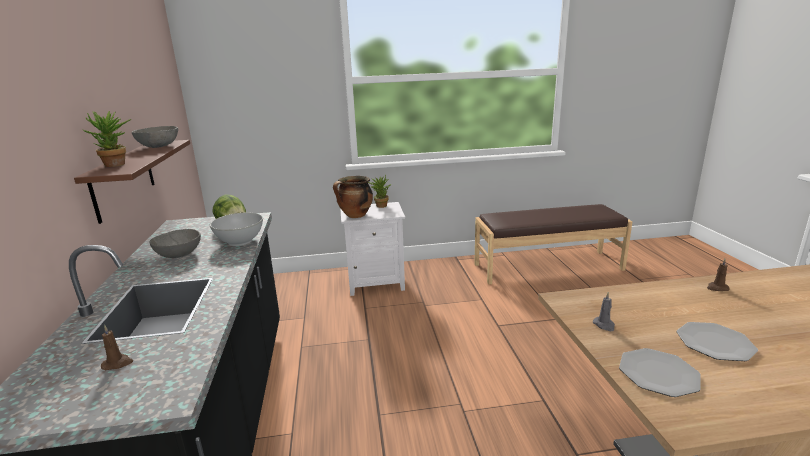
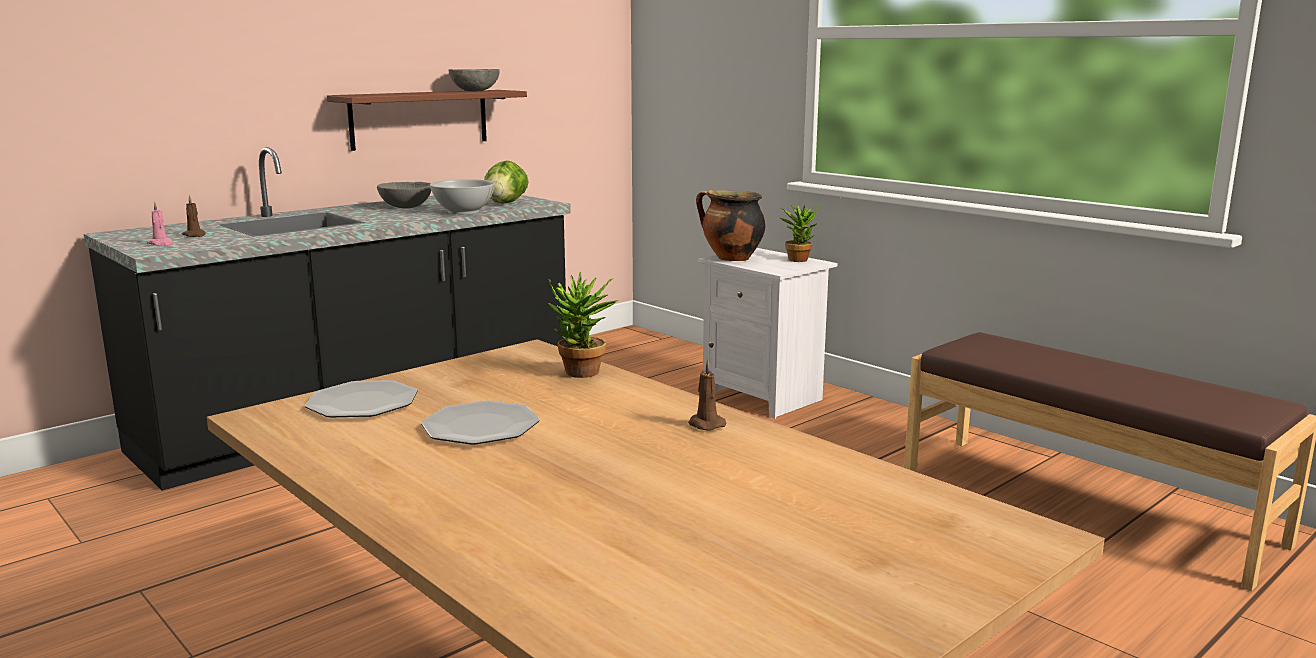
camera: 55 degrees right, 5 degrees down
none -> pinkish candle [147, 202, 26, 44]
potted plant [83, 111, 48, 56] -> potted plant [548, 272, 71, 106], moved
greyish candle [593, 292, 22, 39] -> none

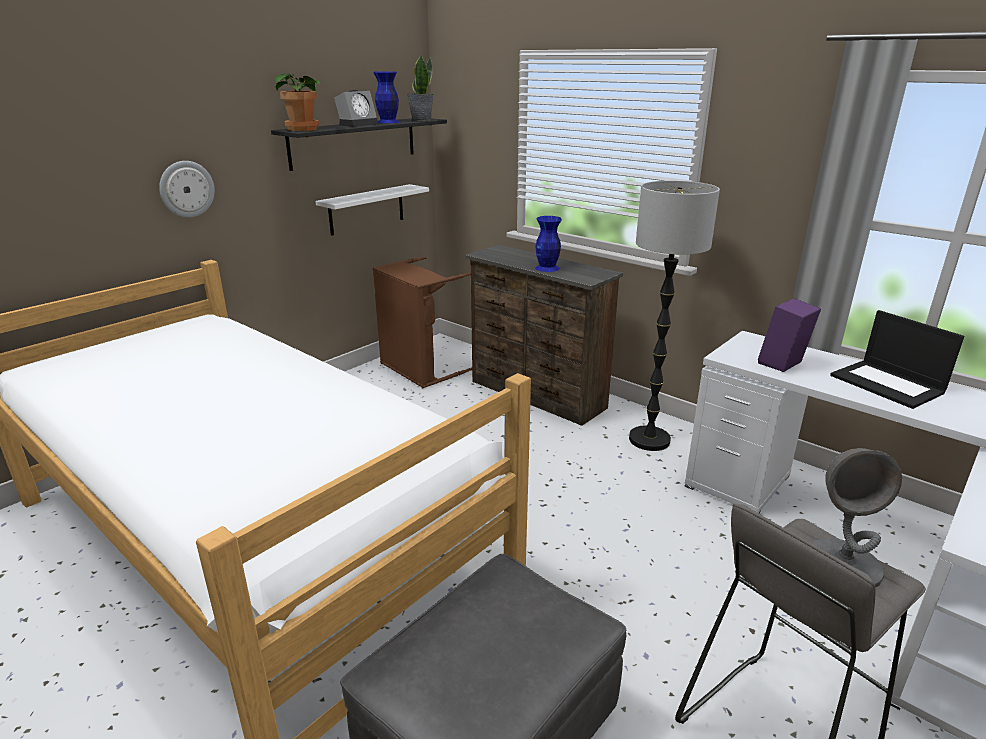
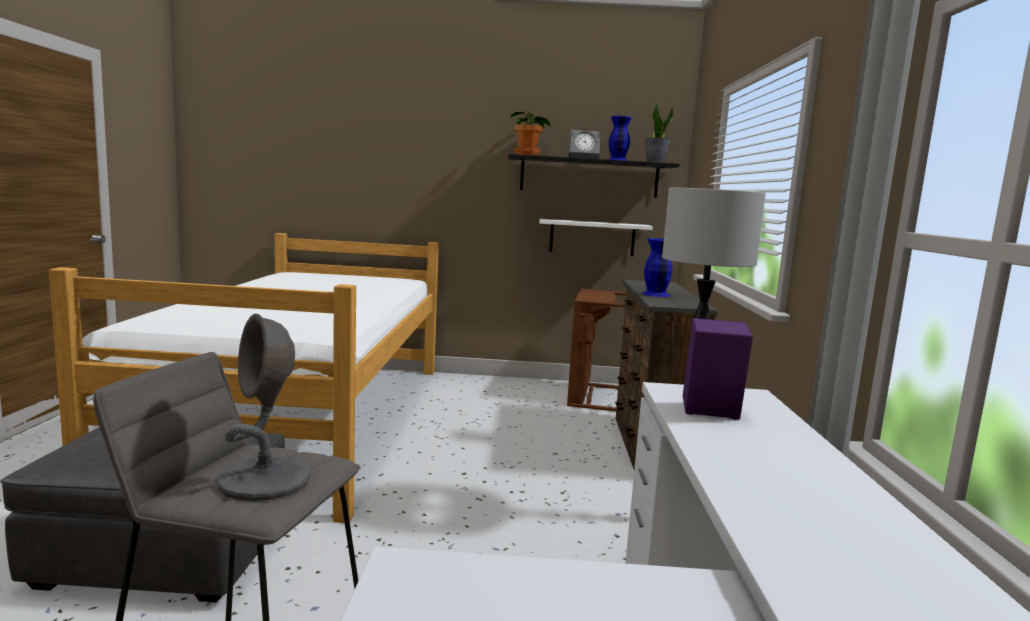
camera: 50 degrees right, 15 degrees down
clock on the wall [159, 161, 56, 57] -> none
portable computer [830, 310, 134, 99] -> none

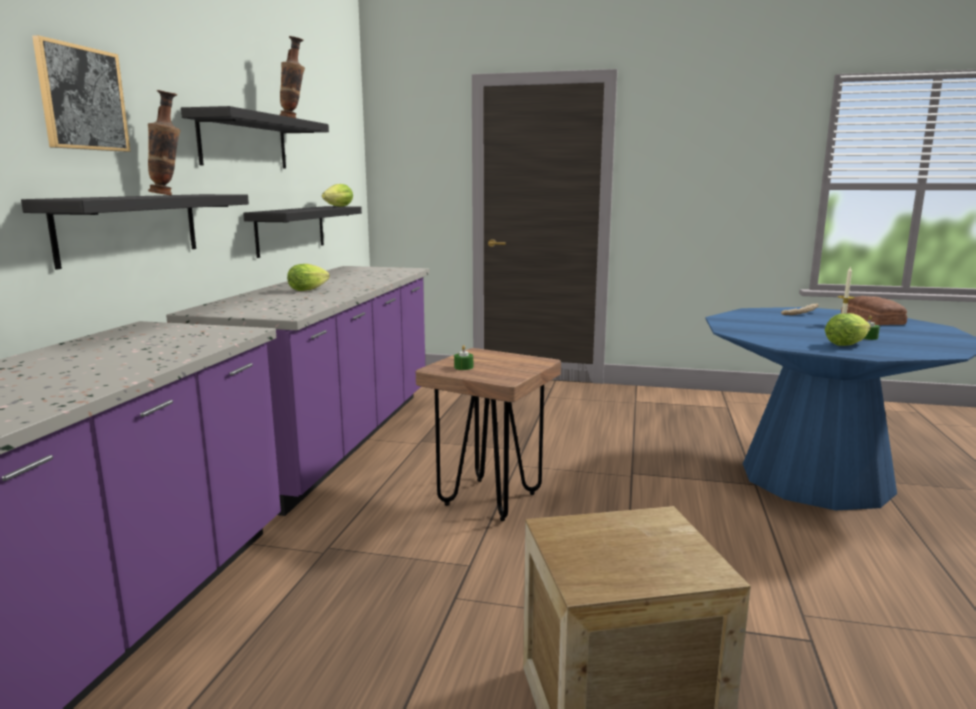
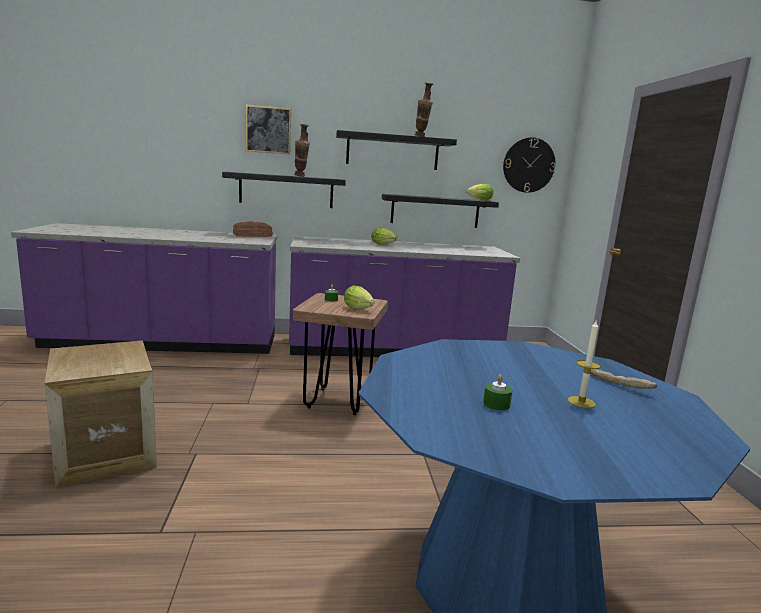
camera: 70 degrees right, 0 degrees up
baked bread [841, 296, 66, 29] -> baked bread [233, 221, 40, 16], moved
lettuce head [825, 313, 46, 33] -> lettuce head [344, 285, 31, 24], moved
none -> clock on the wall [503, 137, 53, 56]

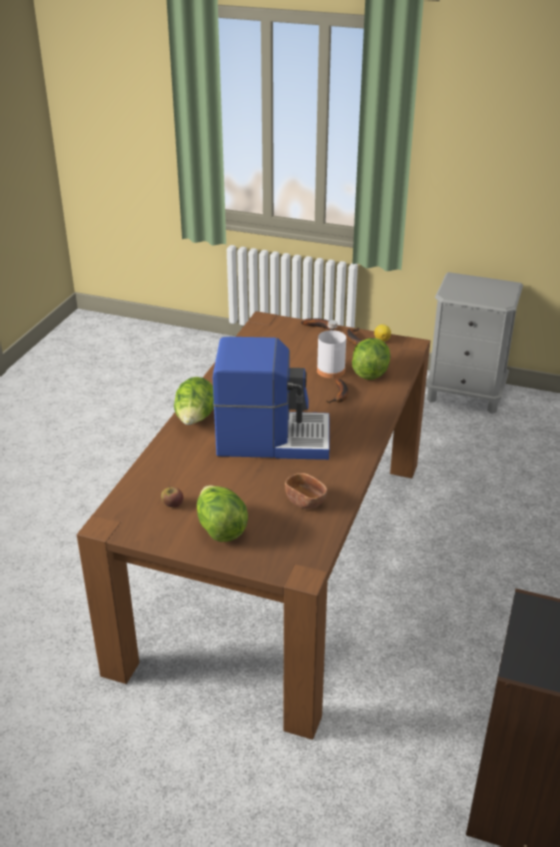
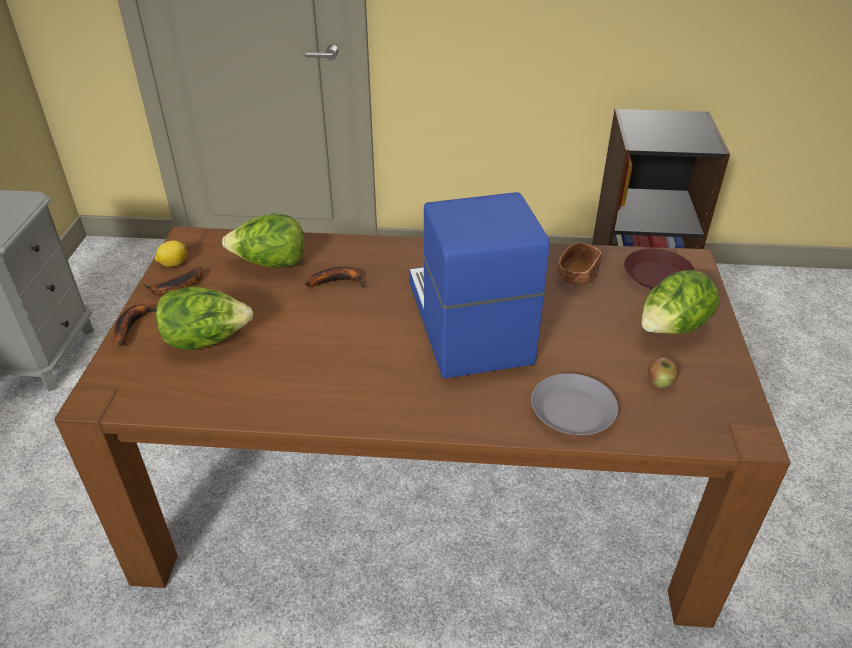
camera: 105 degrees left, 5 degrees up
lettuce head [174, 377, 40, 48] -> lettuce head [156, 286, 97, 64], moved
none -> greyish flat dish [531, 373, 87, 62]
none -> brownish flat dish [624, 249, 71, 40]
whitish beverage bottle [317, 320, 29, 58] -> none

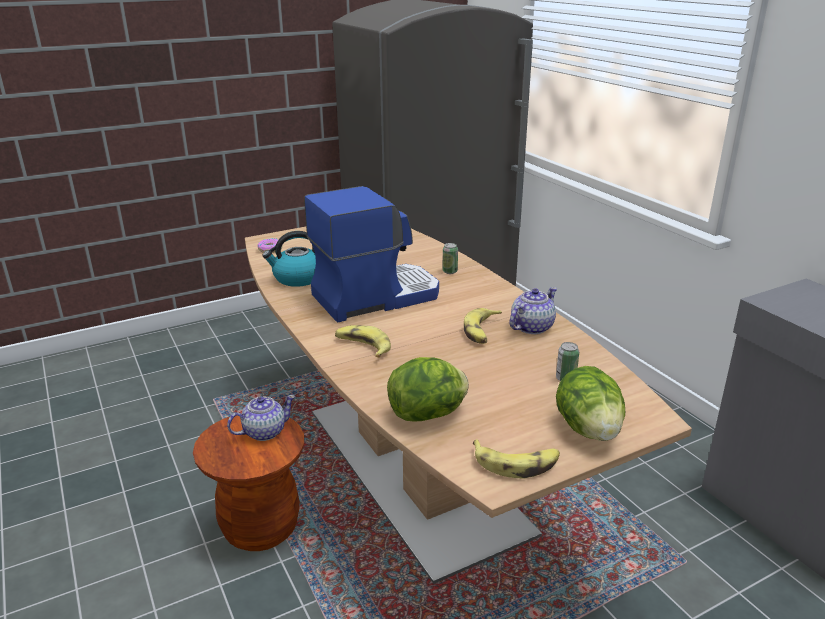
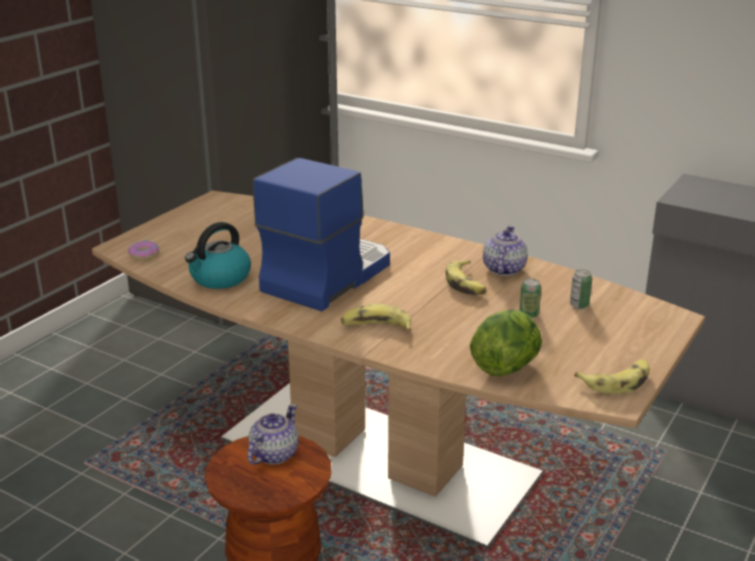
camera: 30 degrees left, 0 degrees up
can [442, 243, 16, 31] -> can [519, 278, 22, 40], moved
lettuce head [556, 366, 69, 75] -> none

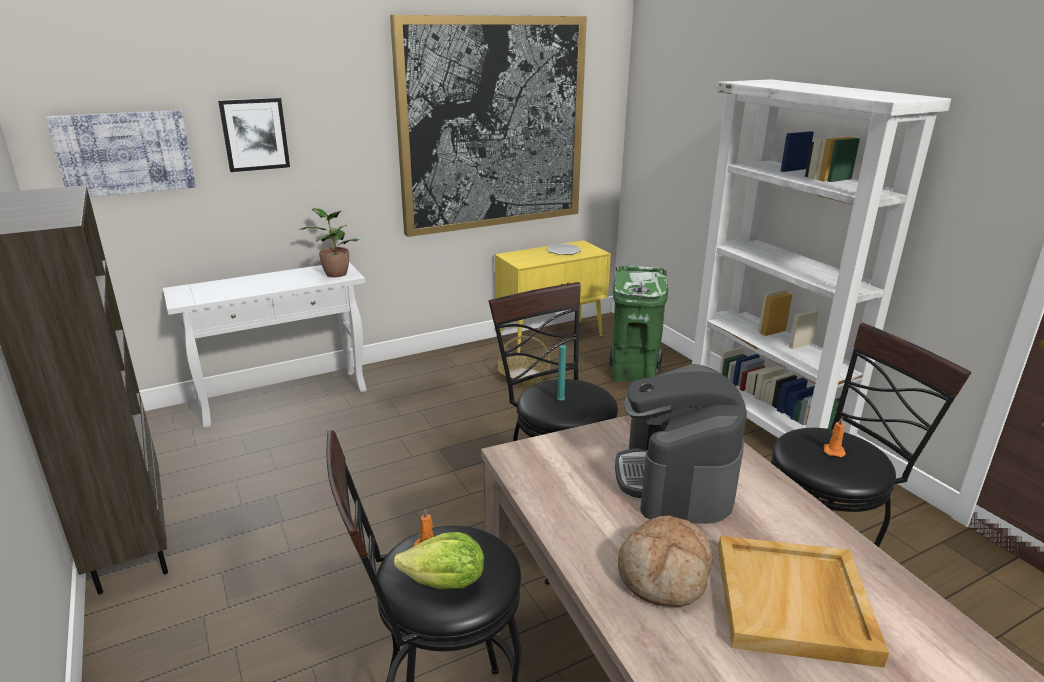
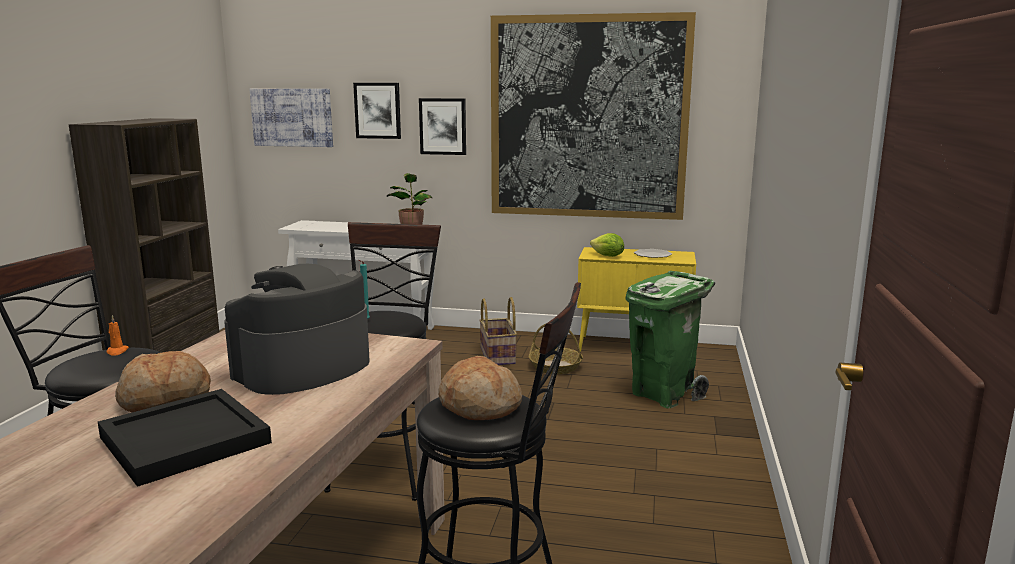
camera: 40 degrees right, 10 degrees down
beige tray [718, 536, 171, 132] -> black-coloured tray [98, 389, 174, 98]
none -> wall picture [419, 98, 47, 57]
orange candle [824, 417, 22, 40] -> baked bread [438, 356, 84, 64]
none -> storage basket [479, 297, 38, 68]
lettuce head [394, 532, 90, 58] -> lettuce head [590, 233, 34, 24], moved
whitish shelving unit [692, 79, 259, 359] -> none

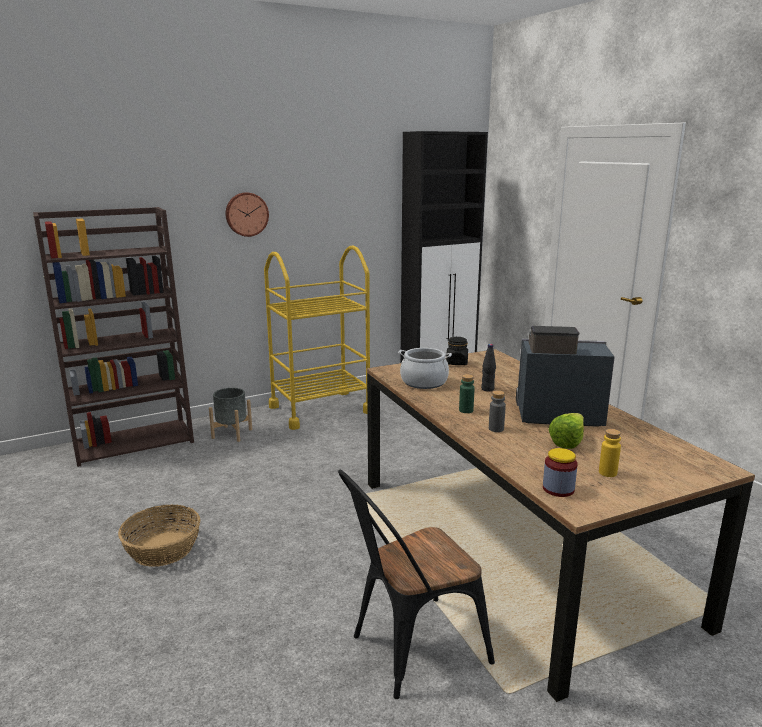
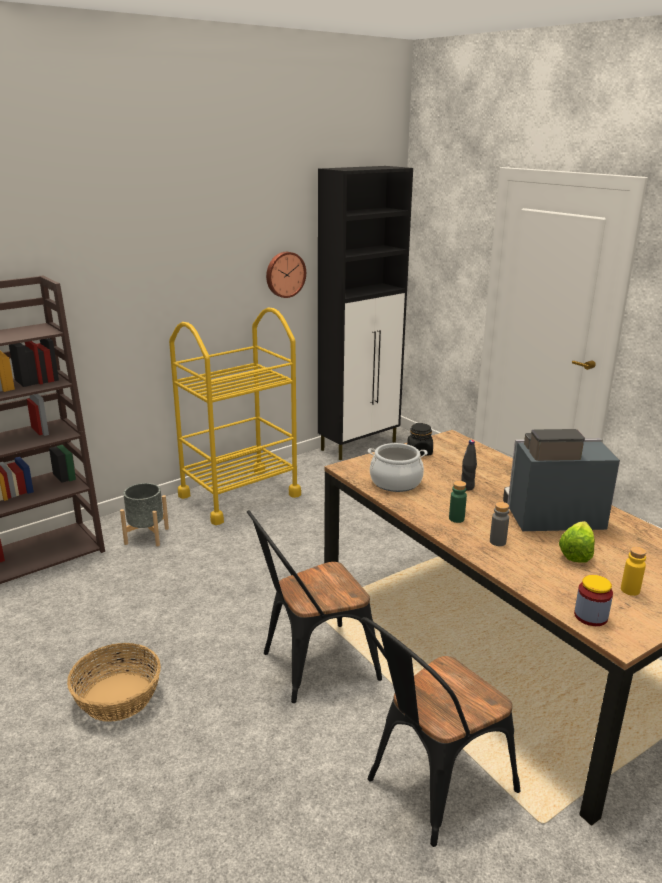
camera: 10 degrees left, 5 degrees up
none -> black-coloured chair [247, 510, 135, 193]
clock on the wall [226, 192, 43, 45] -> clock on the wall [266, 252, 40, 46], moved

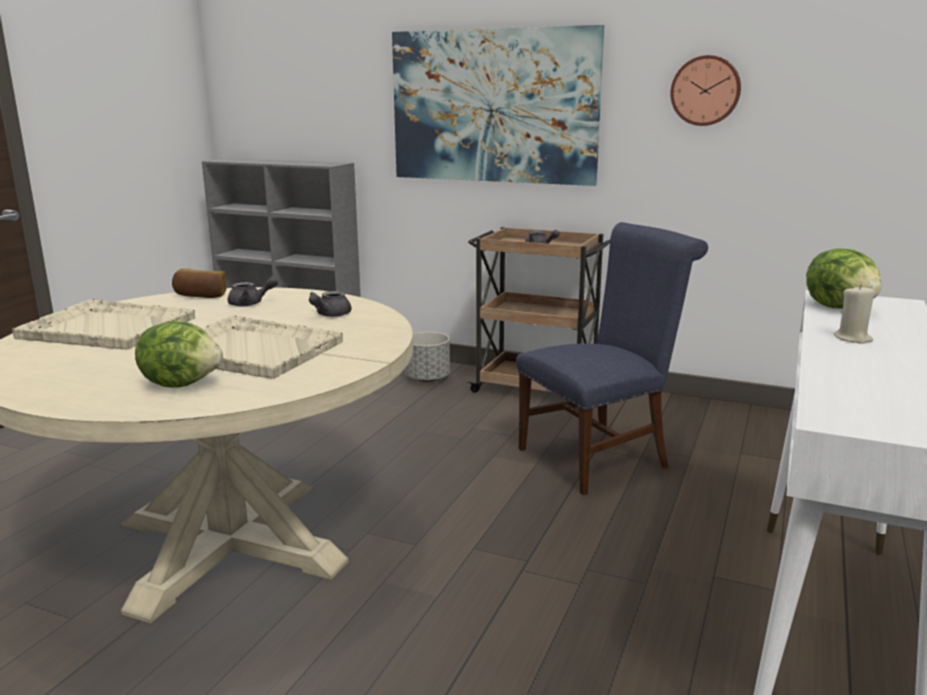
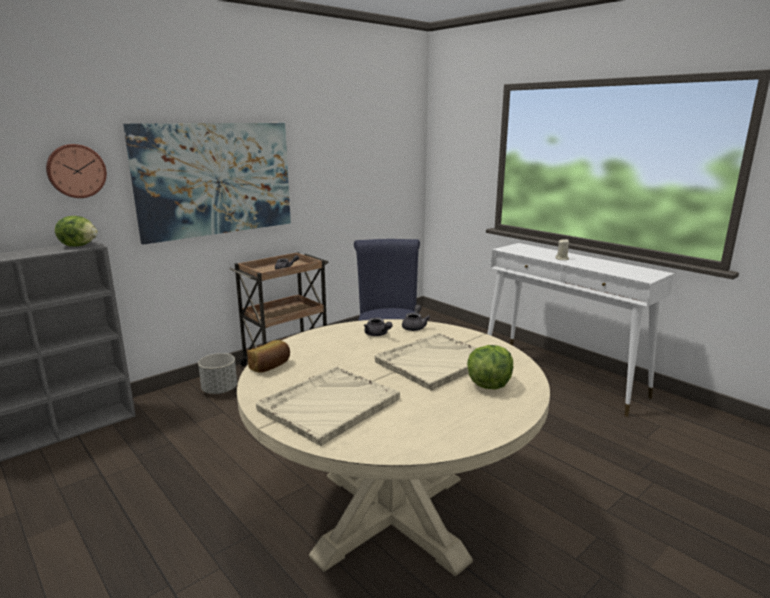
camera: 65 degrees left, 0 degrees up
clock on the wall [670, 55, 71, 71] -> clock on the wall [46, 144, 61, 54], moved
lettuce head [806, 248, 75, 61] -> lettuce head [55, 216, 43, 31], moved
greyish teapot [228, 277, 50, 30] -> greyish teapot [402, 305, 28, 26], moved

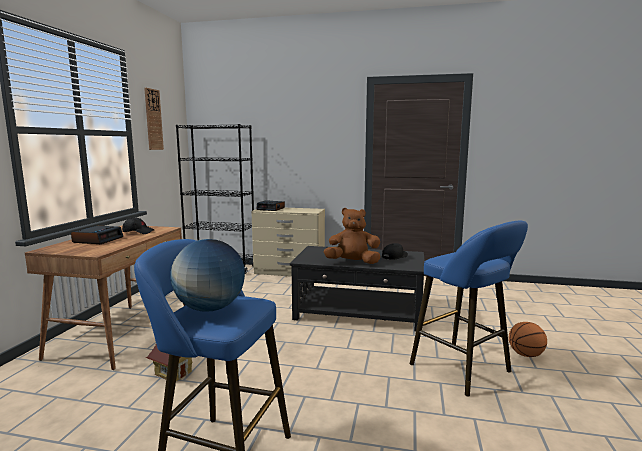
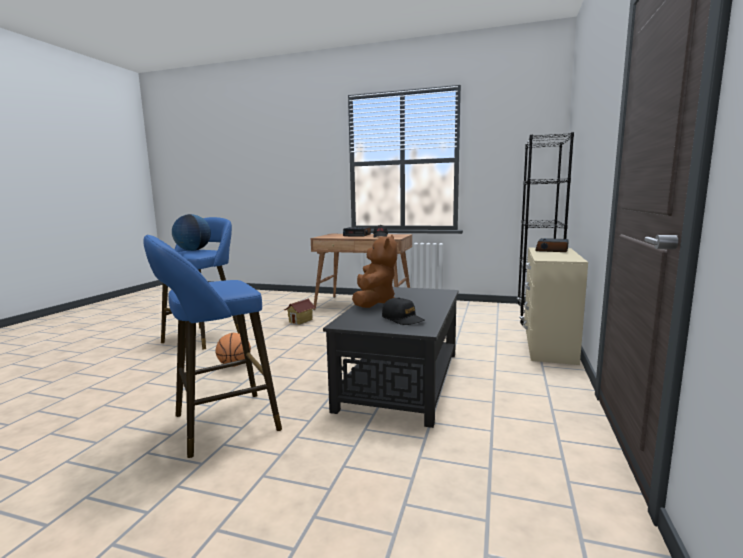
camera: 95 degrees right, 0 degrees up
ball for basketball [509, 322, 38, 35] -> ball for basketball [215, 333, 36, 34], moved
clock on the wall [144, 88, 20, 62] -> none

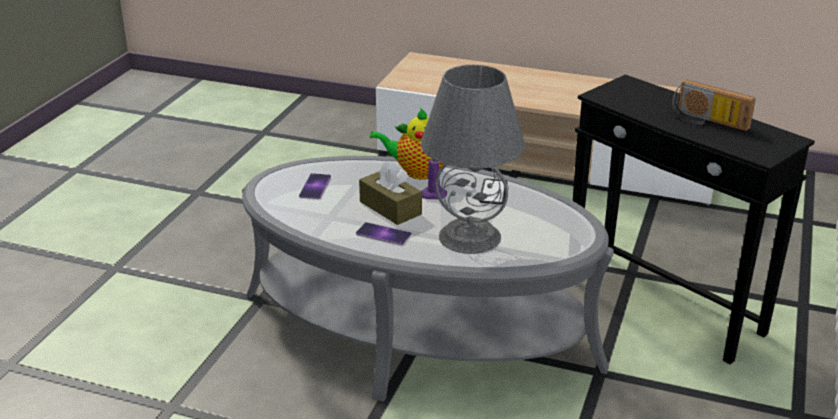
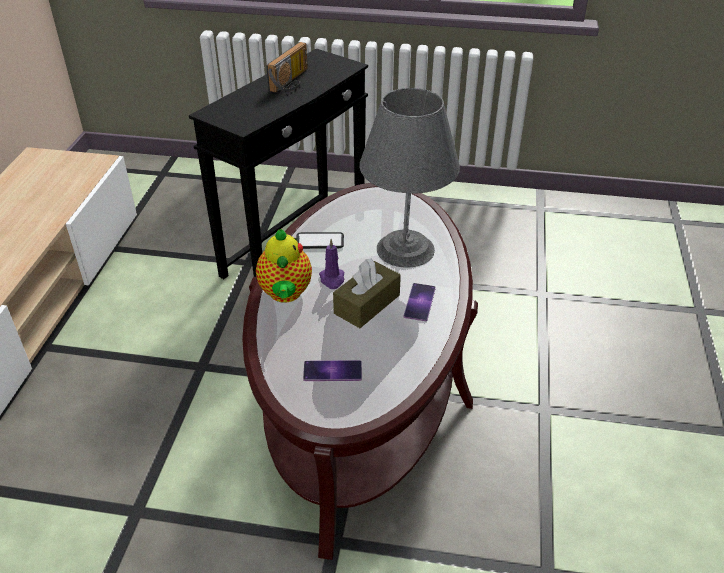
camera: 100 degrees left, 10 degrees up
greyish lounge table [242, 156, 372, 246] -> brownish lounge table [242, 183, 236, 377]

